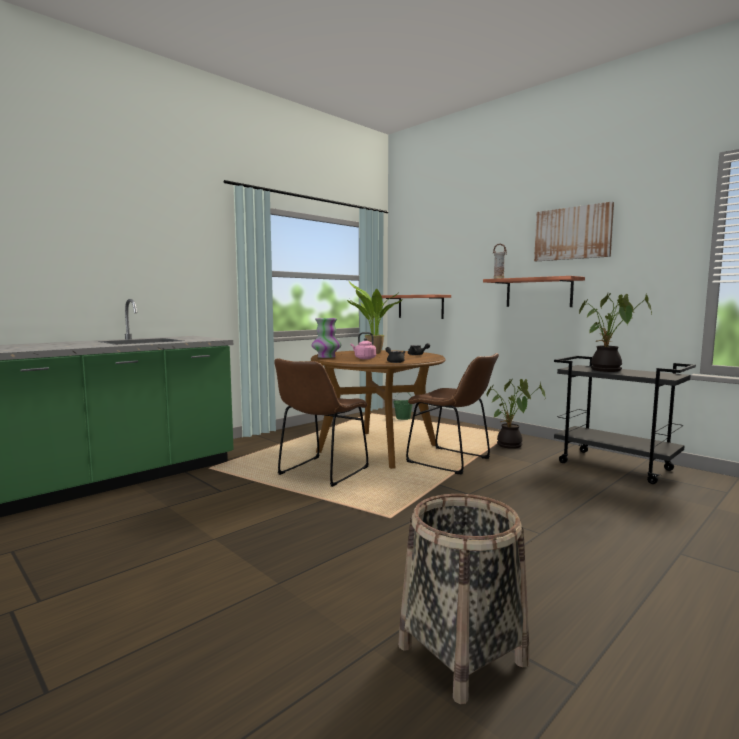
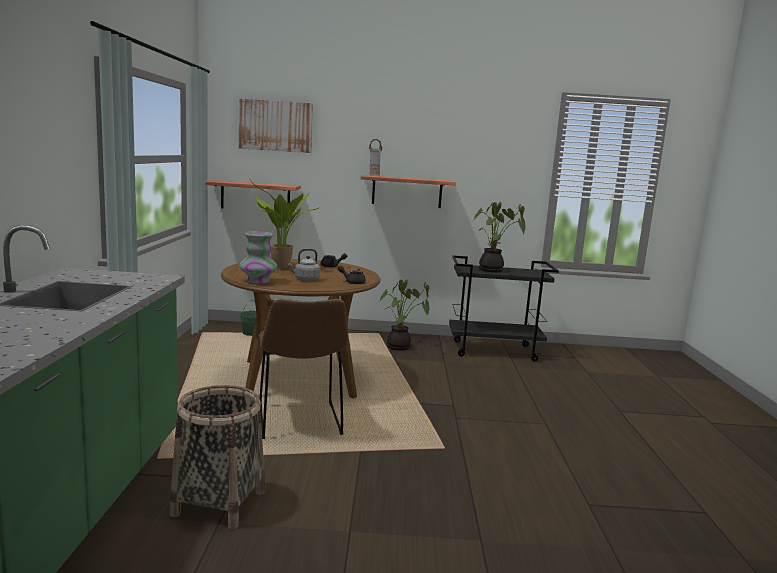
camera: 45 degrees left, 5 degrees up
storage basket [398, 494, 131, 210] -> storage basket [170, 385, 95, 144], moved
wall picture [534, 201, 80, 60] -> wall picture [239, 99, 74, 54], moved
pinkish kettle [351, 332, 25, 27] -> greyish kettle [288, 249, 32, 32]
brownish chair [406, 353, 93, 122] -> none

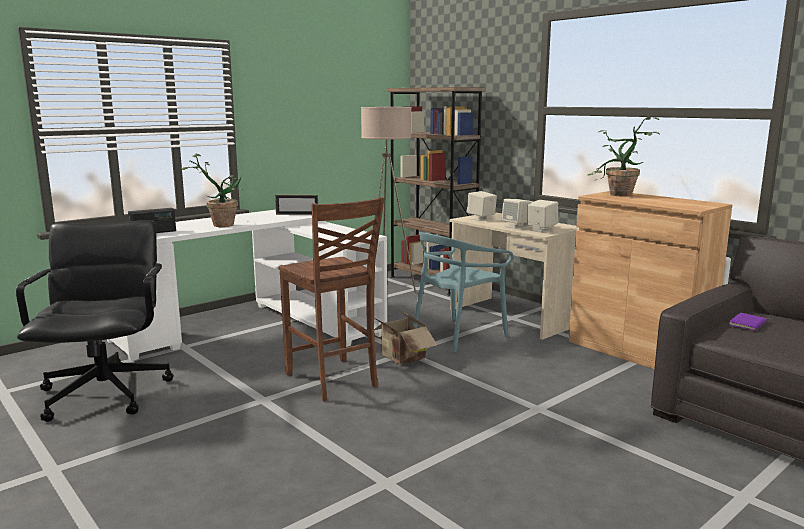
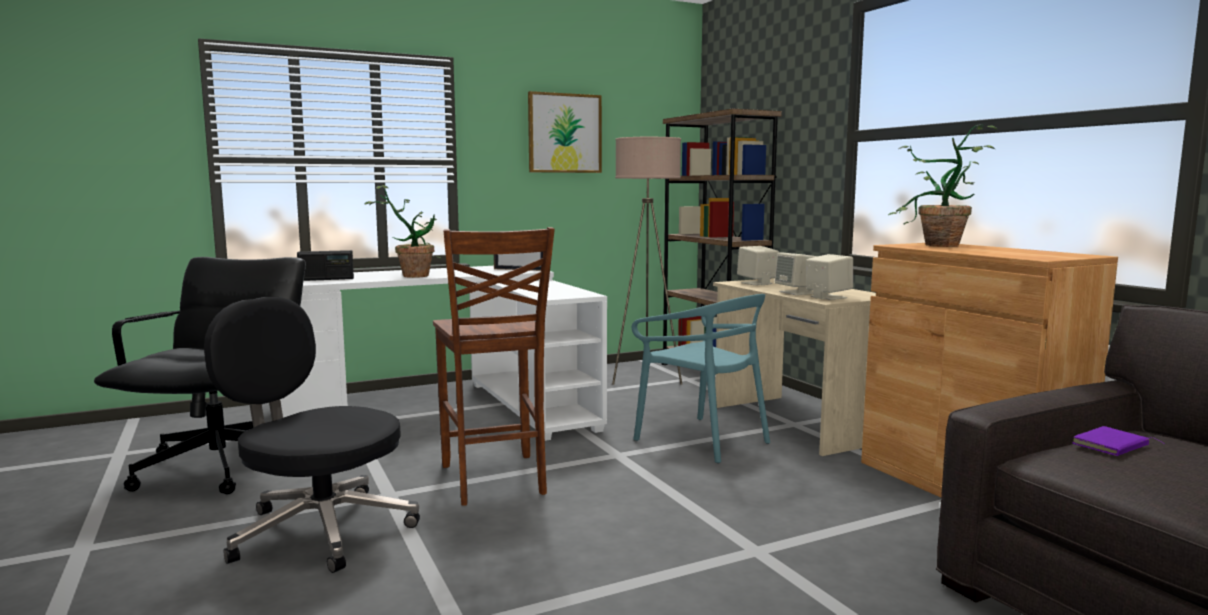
camera: 15 degrees right, 5 degrees down
none -> black-coloured office chair [204, 297, 216, 276]
none -> wall picture [528, 91, 74, 82]
blue-green chair [414, 232, 100, 121] -> blue-green chair [632, 294, 138, 169], 105 degrees counterclockwise
packing box [374, 310, 63, 55] -> none

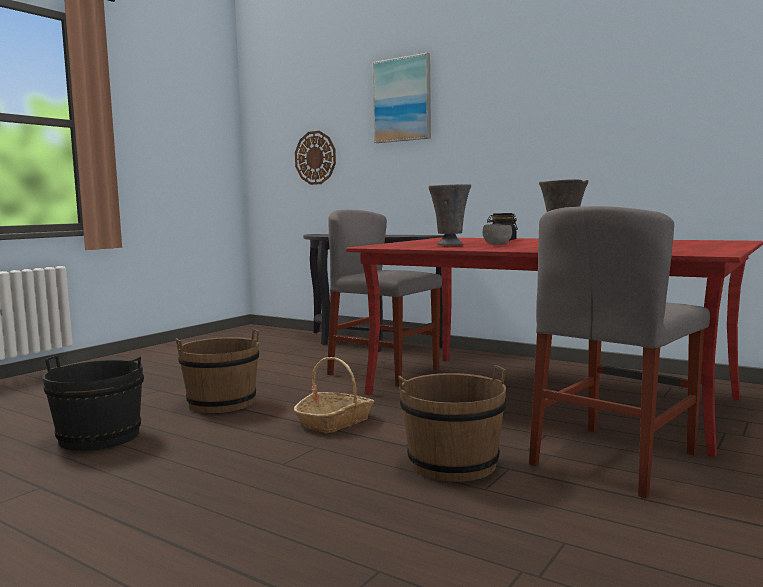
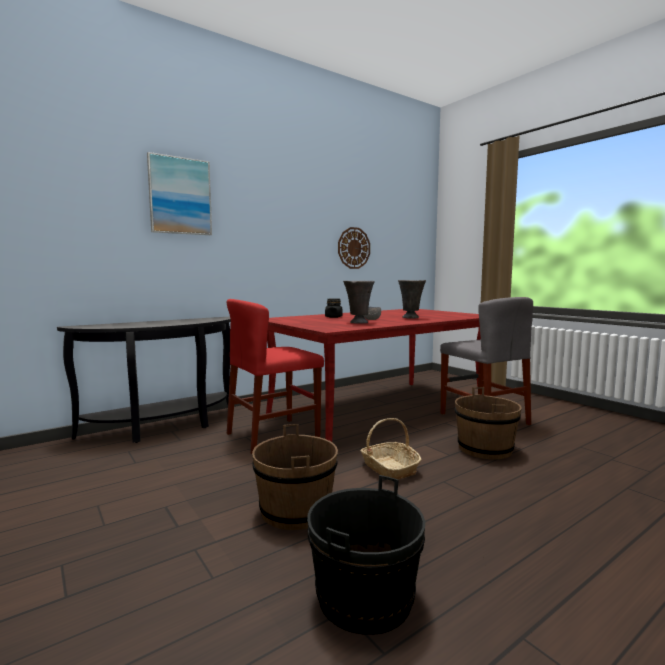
camera: 70 degrees left, 0 degrees up
greyish chair [327, 210, 115, 177] -> red-coloured chair [227, 299, 97, 155]
clock on the wall [295, 131, 41, 54] -> clock on the wall [338, 227, 32, 42], moved

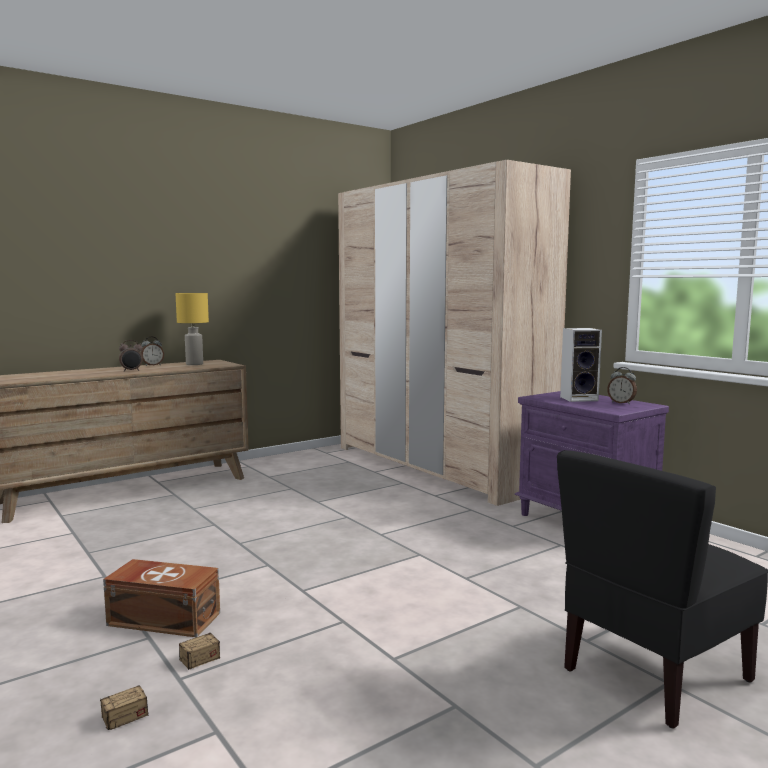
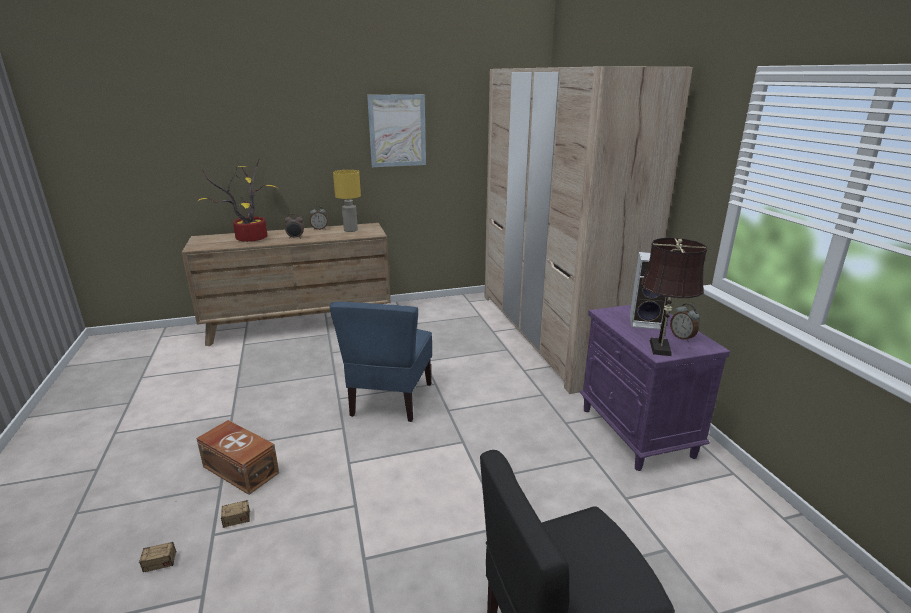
camera: 20 degrees right, 15 degrees up
none -> potted plant [198, 158, 82, 84]
none -> blue-coloured chair [330, 302, 102, 120]
none -> wall picture [367, 94, 59, 73]
none -> brownish table lamp [641, 238, 66, 118]

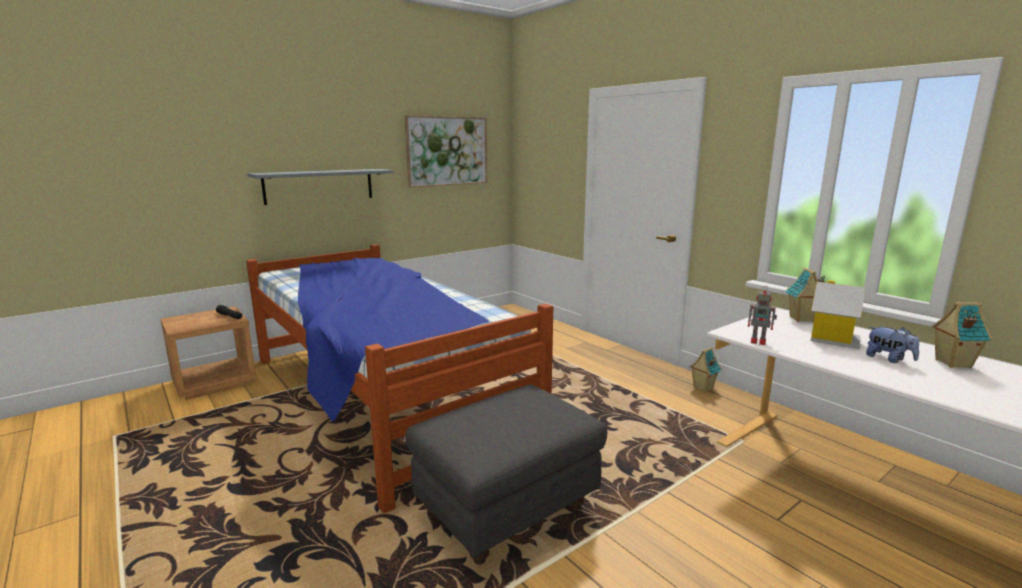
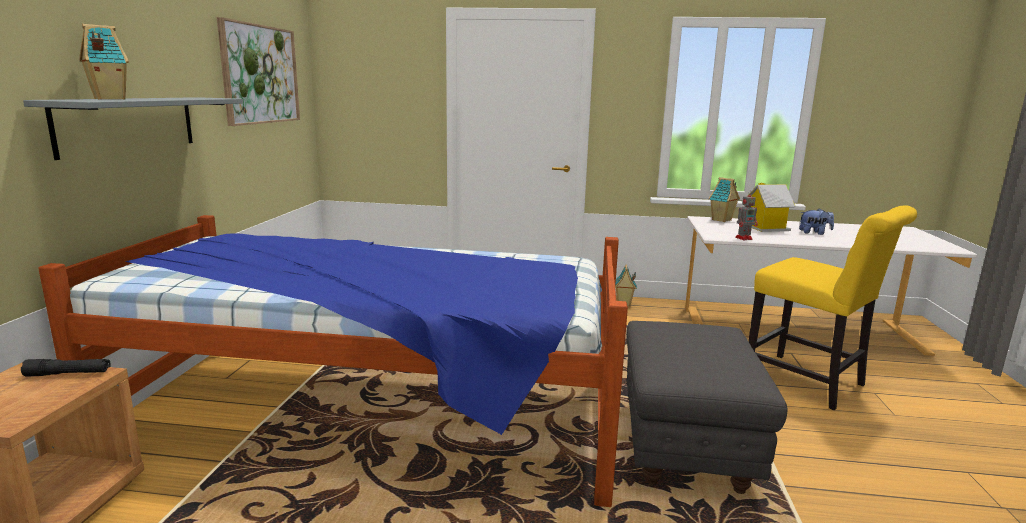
camera: 45 degrees left, 0 degrees up
toy house [932, 302, 60, 66] -> toy house [79, 24, 50, 76], moved
none -> yellowish chair [748, 205, 169, 205]

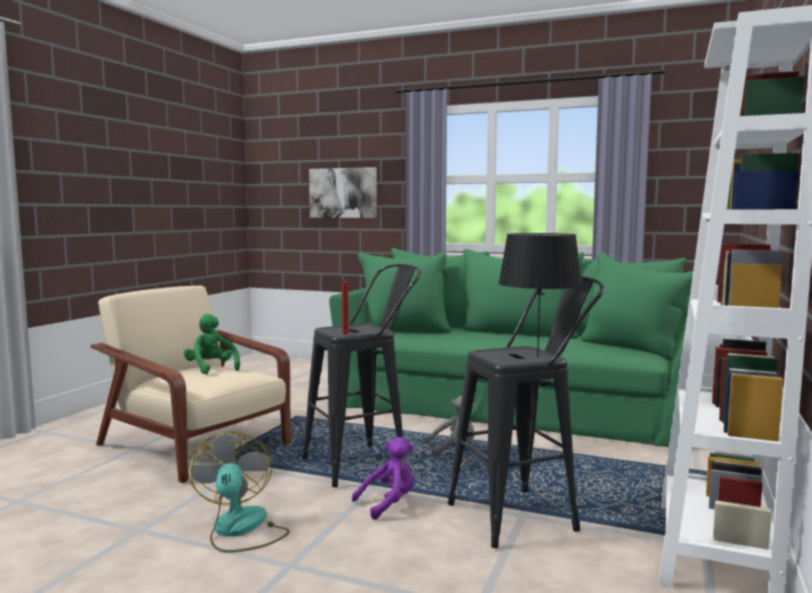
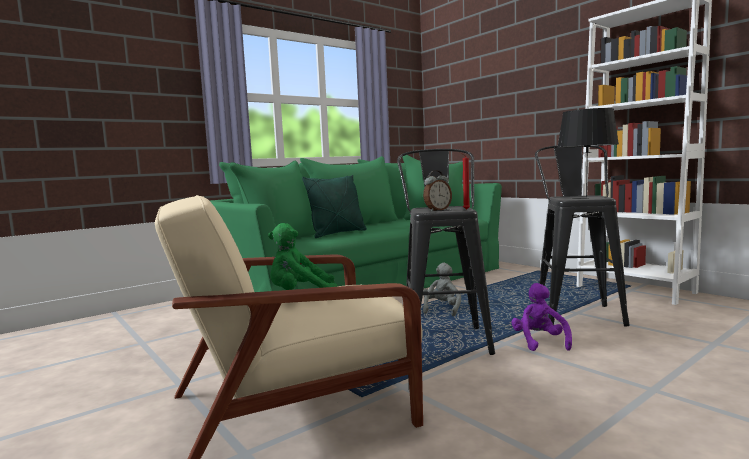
camera: 60 degrees left, 0 degrees up
none -> greenish cushion [302, 175, 65, 63]
none -> bedside clock [423, 170, 29, 42]
fan [187, 432, 102, 121] -> none
wall picture [309, 167, 68, 51] -> none

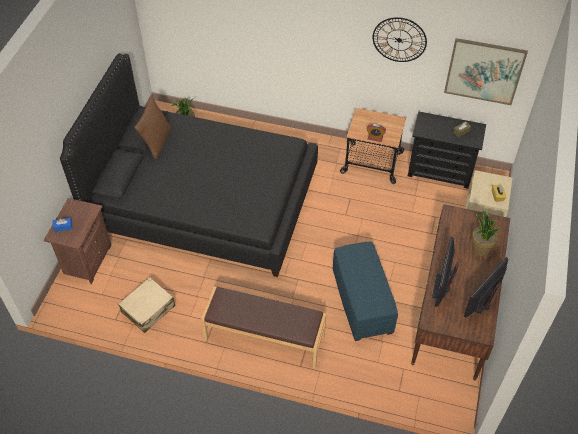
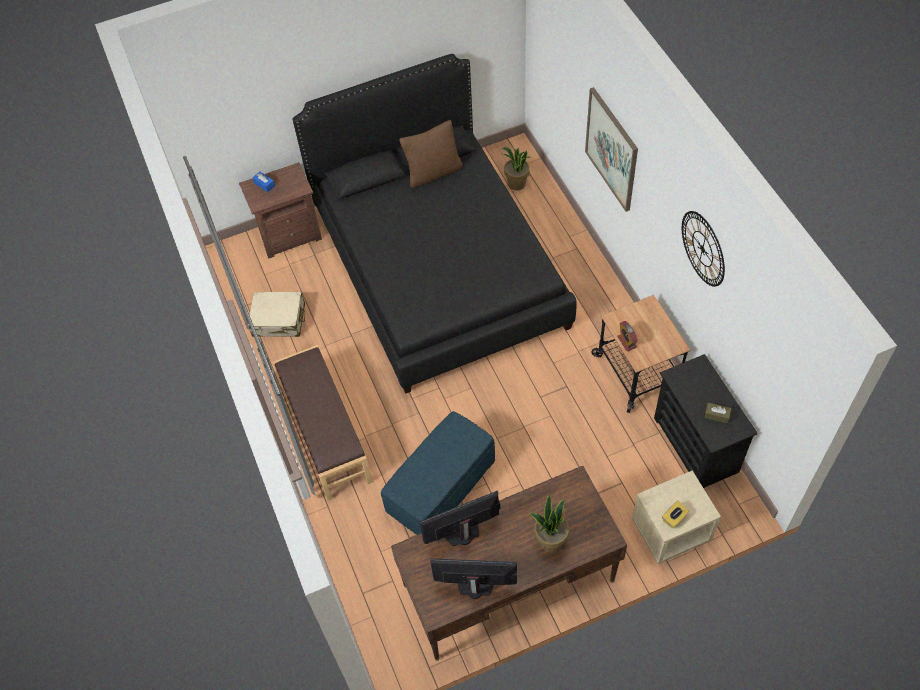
camera: 55 degrees right, 5 degrees up
wall picture [444, 38, 84, 67] -> wall picture [585, 87, 53, 125], moved

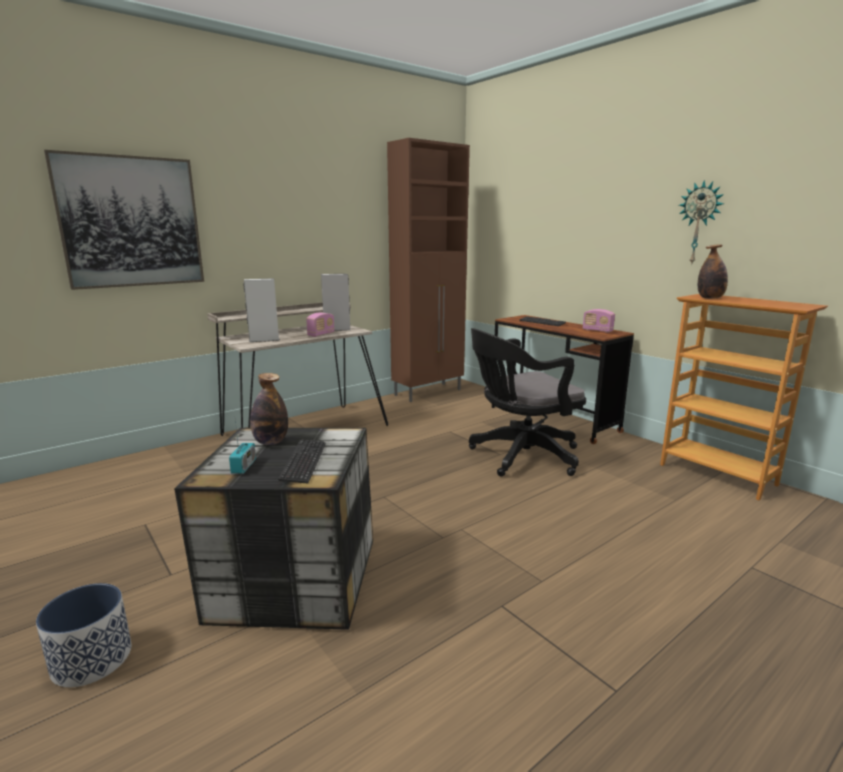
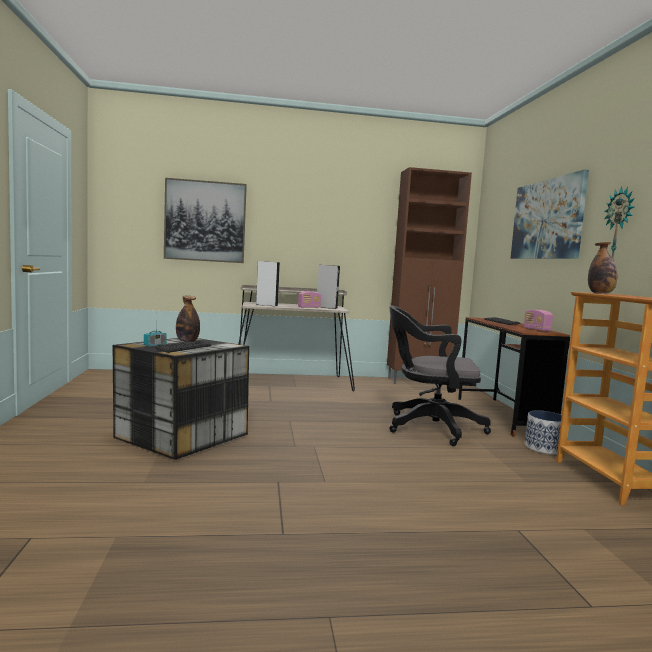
camera: 30 degrees right, 10 degrees down
none -> wall picture [510, 170, 79, 89]
planter [36, 583, 95, 104] -> planter [525, 411, 37, 44], moved

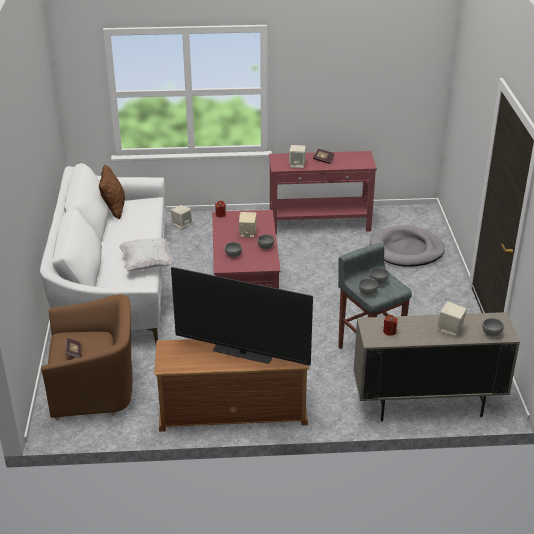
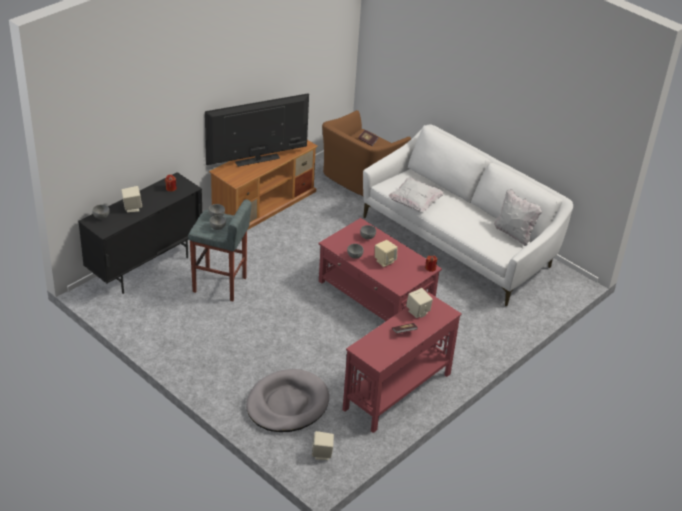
camera: 135 degrees right, 5 degrees up
beige cupboard [353, 312, 167, 110] -> black-coloured cupboard [78, 172, 124, 122]
beige loudspeaker [171, 205, 21, 24] -> beige loudspeaker [312, 431, 22, 29], moved
brownish cushion [99, 165, 26, 54] -> whitish cushion [494, 189, 48, 57]

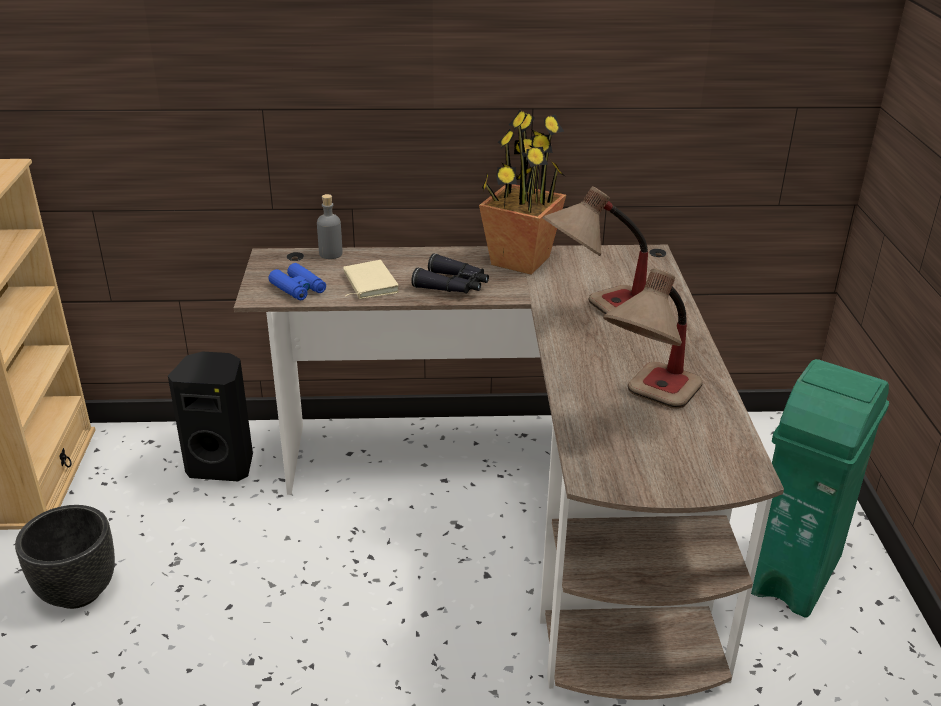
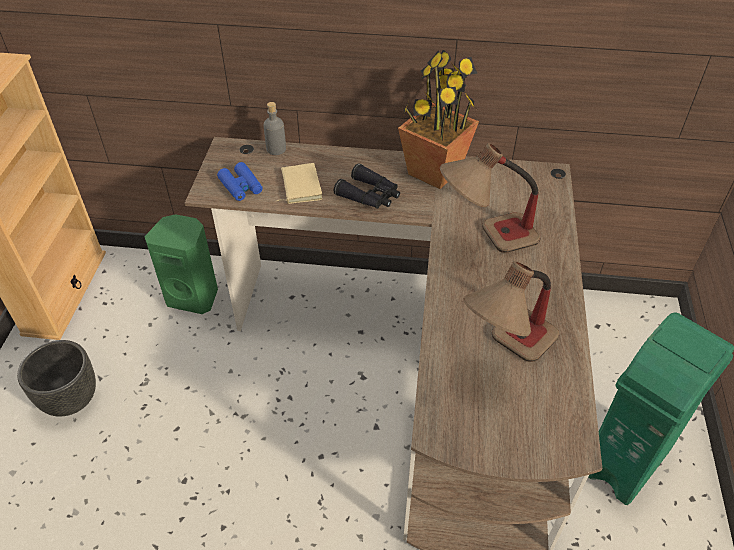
camera: 10 degrees right, 15 degrees up
black-coloured loudspeaker [168, 351, 85, 130] -> greenish loudspeaker [144, 214, 74, 100]

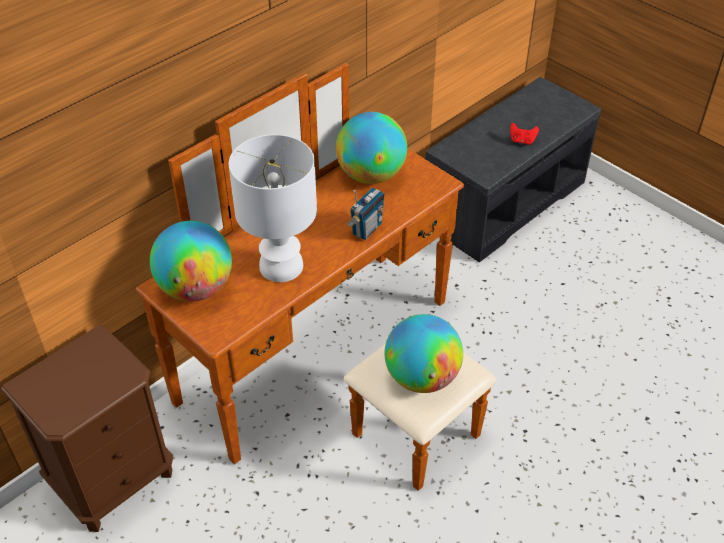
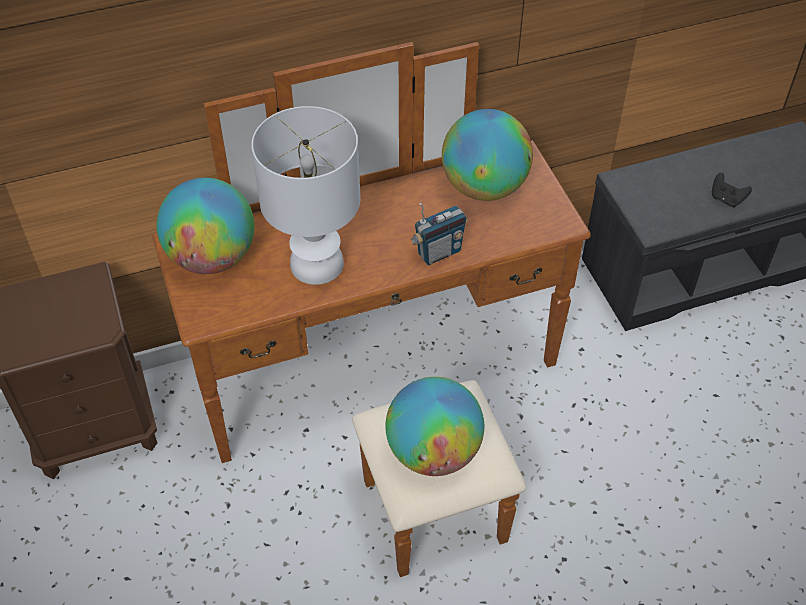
camera: 25 degrees right, 5 degrees up
red-coloured gamepad [510, 123, 29, 22] -> black-coloured gamepad [712, 172, 40, 35]

